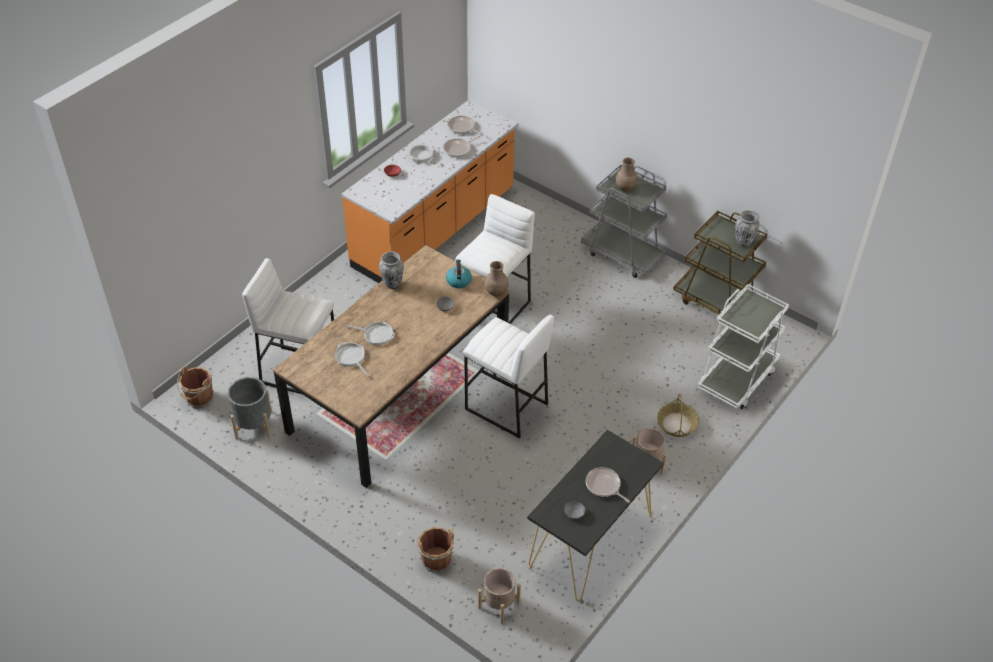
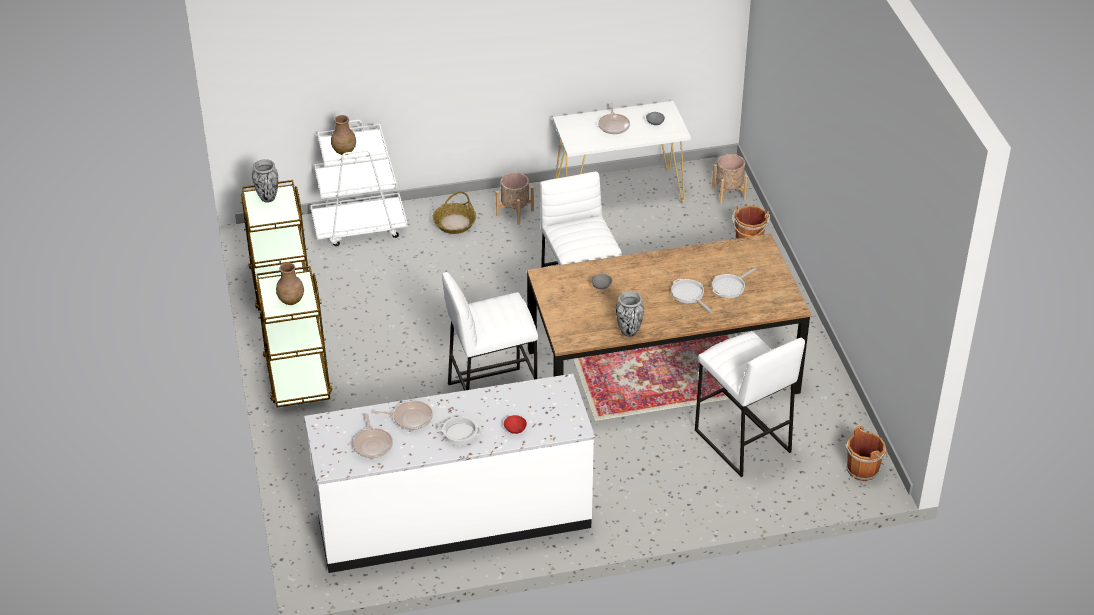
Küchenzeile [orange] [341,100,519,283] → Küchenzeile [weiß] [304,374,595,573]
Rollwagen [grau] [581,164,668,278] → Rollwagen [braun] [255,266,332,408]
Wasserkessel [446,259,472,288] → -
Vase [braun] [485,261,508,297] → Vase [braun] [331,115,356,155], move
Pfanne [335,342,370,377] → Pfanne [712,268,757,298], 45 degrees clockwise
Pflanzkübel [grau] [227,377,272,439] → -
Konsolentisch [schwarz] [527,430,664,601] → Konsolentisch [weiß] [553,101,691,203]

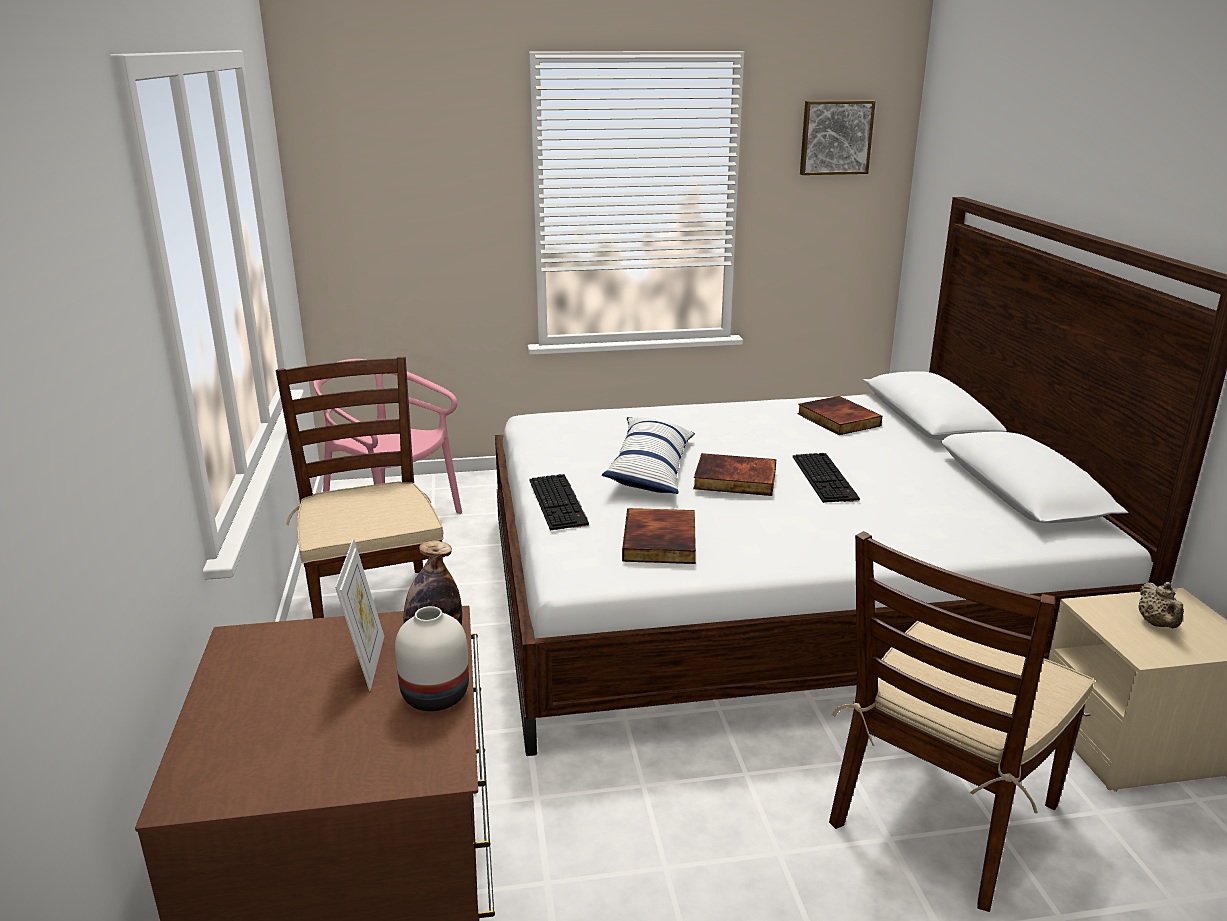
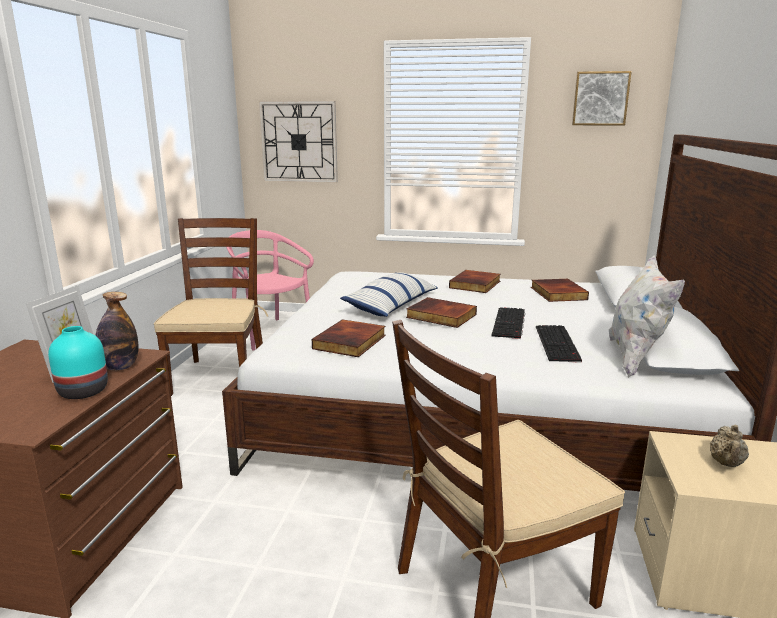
Tastatur [529,474,589,530] → Tastatur [536,325,582,363], move
Vase [weiß] [395,606,469,711] → Vase [türkis] [48,326,108,399]
- → Wanduhr [259,101,338,183]
- → Kissen [weiß] [609,255,685,378]
- → Buch [449,270,501,293]

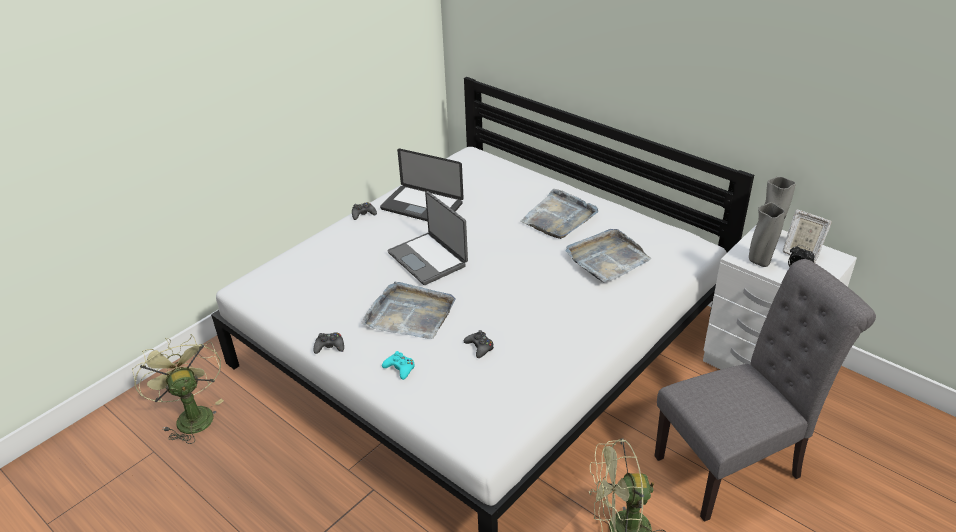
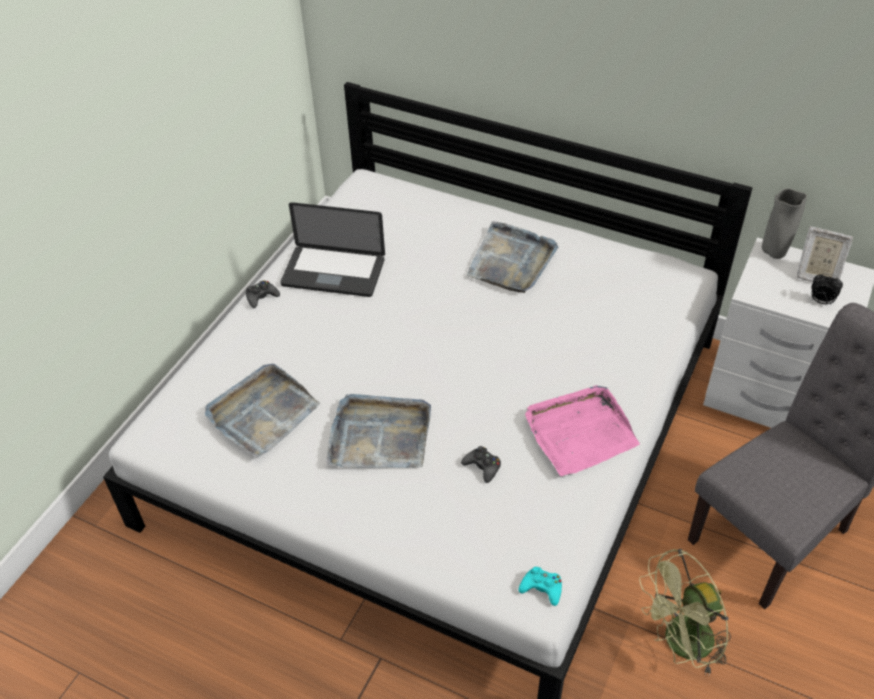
Laptop [387,191,468,285] → -
Vase [grau] [749,202,785,267] → -
Tablett [grau] [566,229,651,282] → Tablett [grau] [205,364,320,458], move
Gamepad [schwarz] [314,332,344,354] → -
Ventilator [grün] [132,334,224,444] → -
Gamepad [türkis] [382,351,415,380] → Gamepad [türkis] [519,567,562,606], move
- → Tablett [rosa] [525,385,640,476]

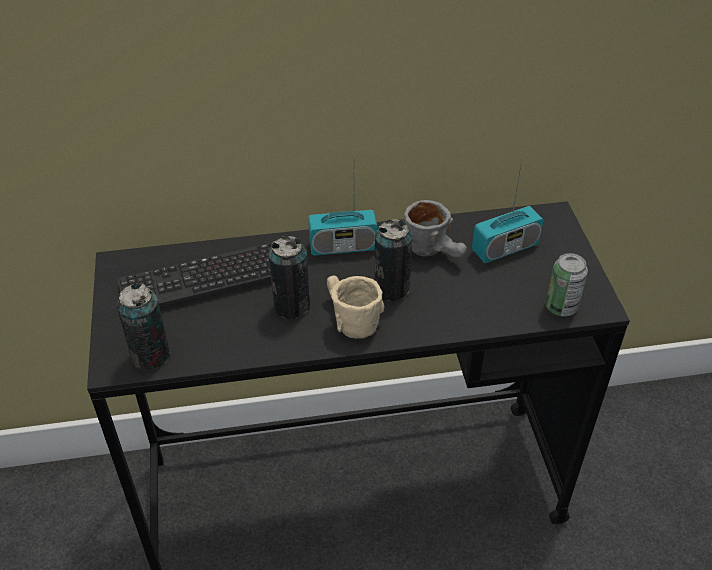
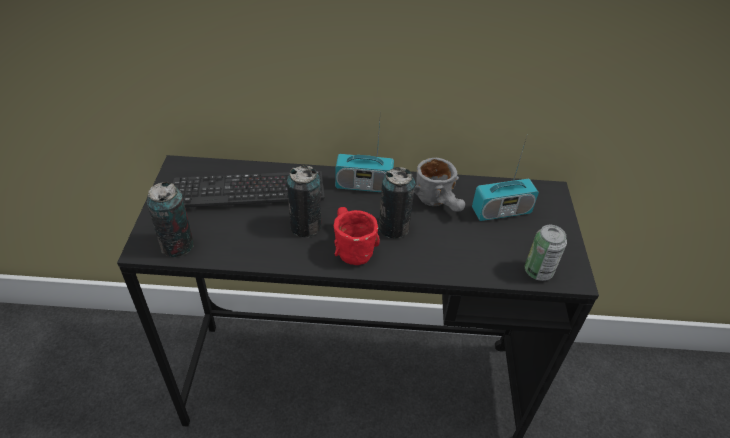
Henkelbecher [beige] [327,276,384,339] → Henkelbecher [rot] [334,207,380,265]

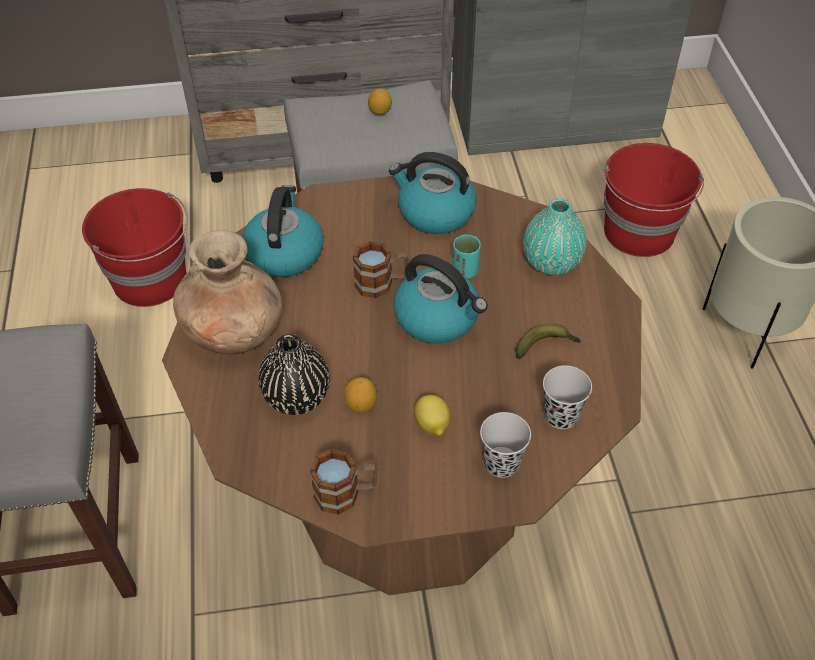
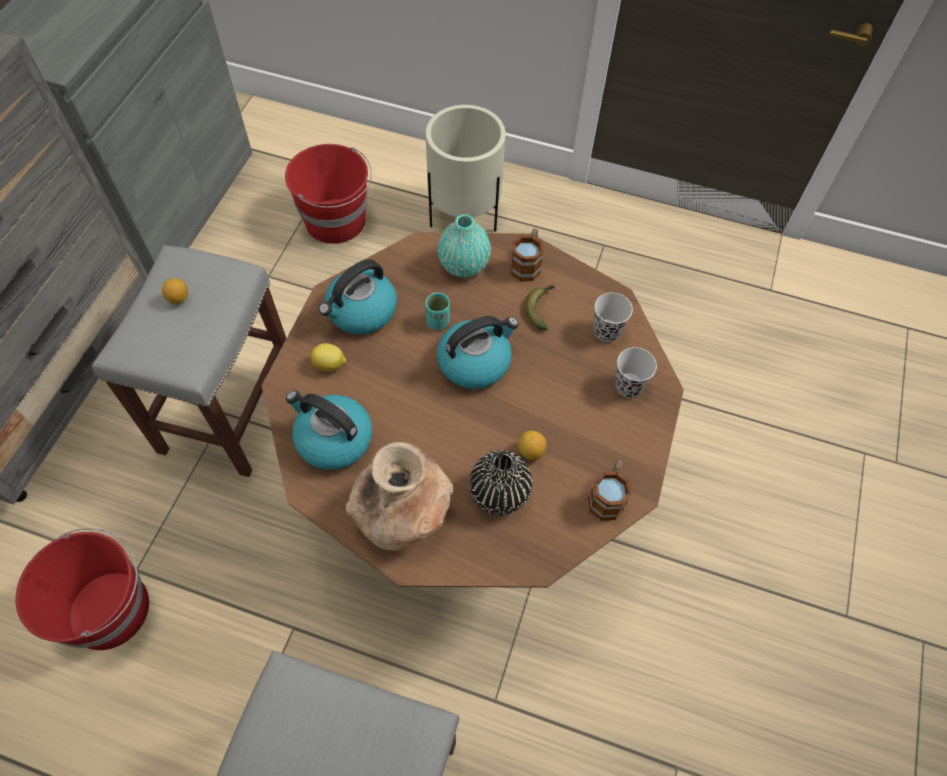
Henkelbecher [353,241,409,298] → Henkelbecher [510,229,543,282], move
Zitrone [414,395,450,436] → Zitrone [310,343,346,372], move

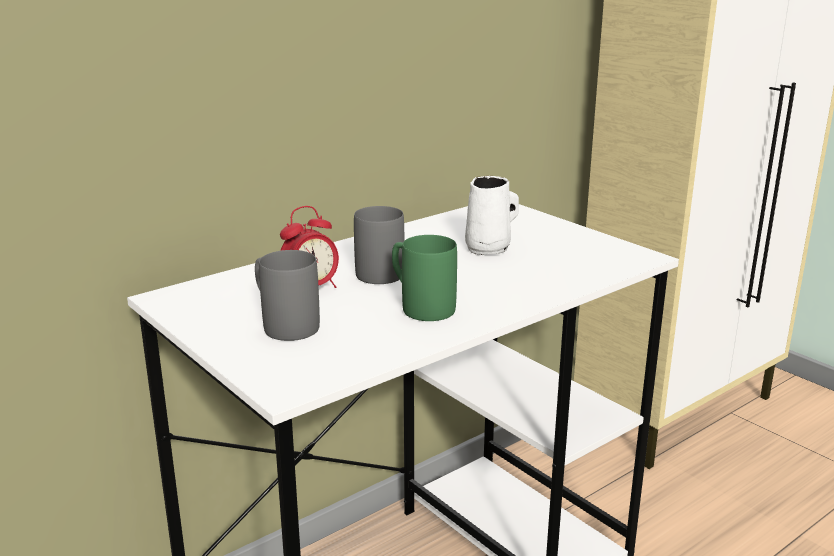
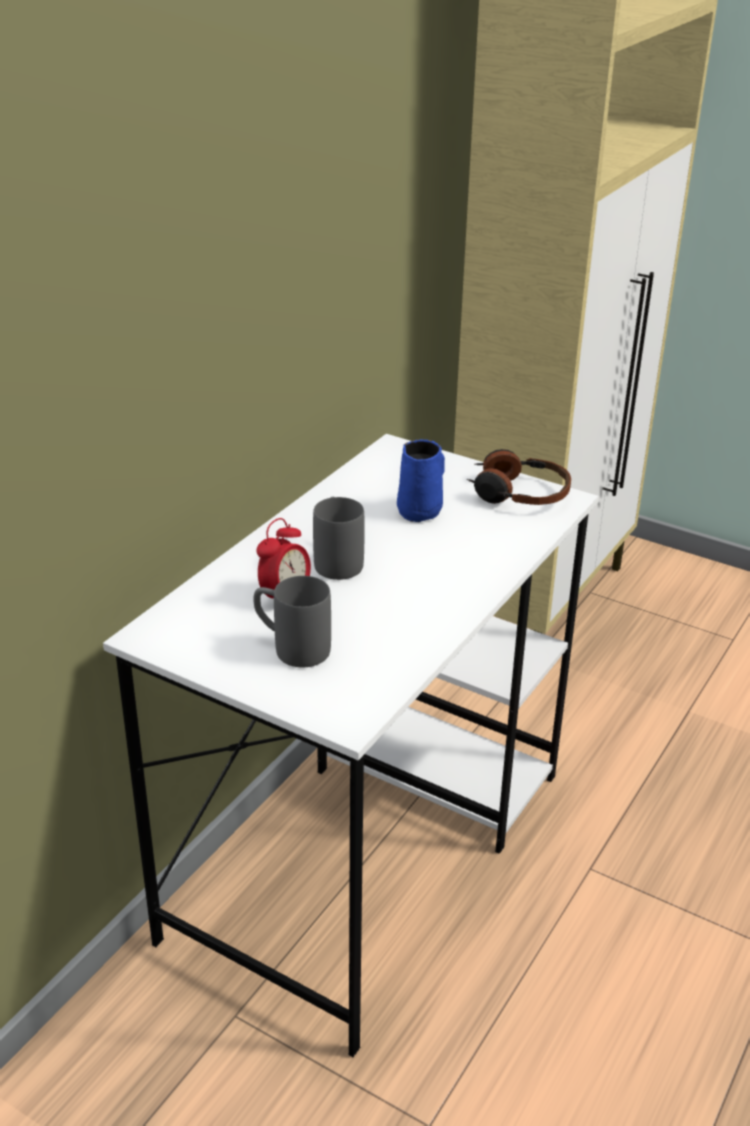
Henkelbecher [weiß] [465,176,519,255] → Henkelbecher [blau] [397,439,445,522]
Henkelbecher [grün] [392,235,457,321] → -
- → Kopfhörer [467,449,571,505]

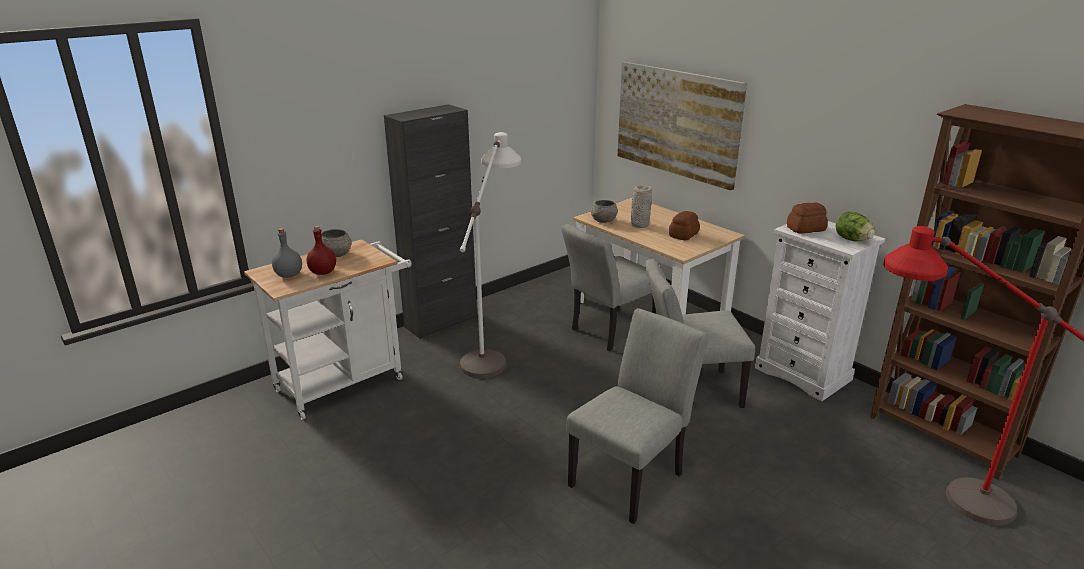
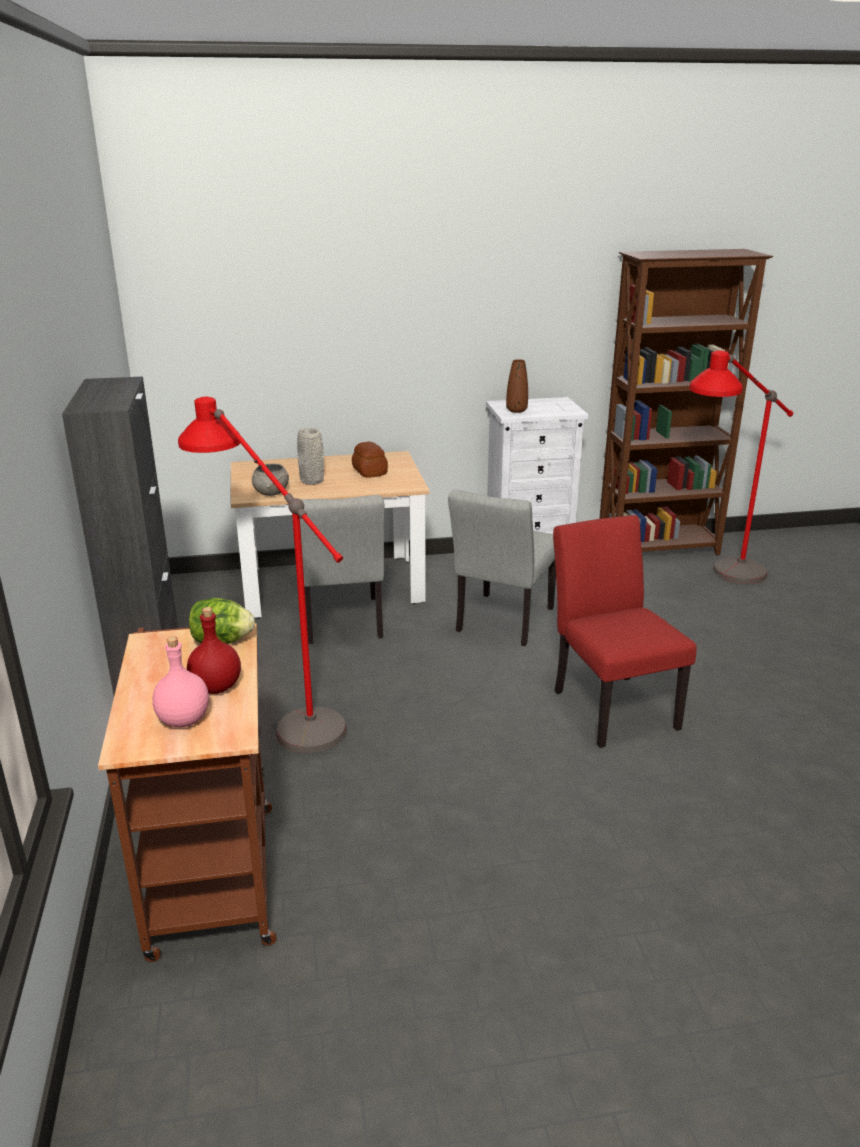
Bild [618,61,747,191] → -
Stehlampe [weiß] [459,132,521,378] → Stehlampe [rot] [178,397,347,753]
Brot [787,202,828,234] → Vase [braun] [506,359,528,413]
Salatkopf [836,212,875,241] → Salatkopf [189,598,255,644], move
Flasche [grau] [272,228,302,278] → Flasche [rosa] [153,637,209,727]
Schüssel [grau] [321,229,352,257] → -
Rollwagen [weiß] [244,239,412,420] → Rollwagen [braun] [98,623,276,962]
Stuhl [grau] [566,308,709,524] → Stuhl [rot] [553,515,697,748]

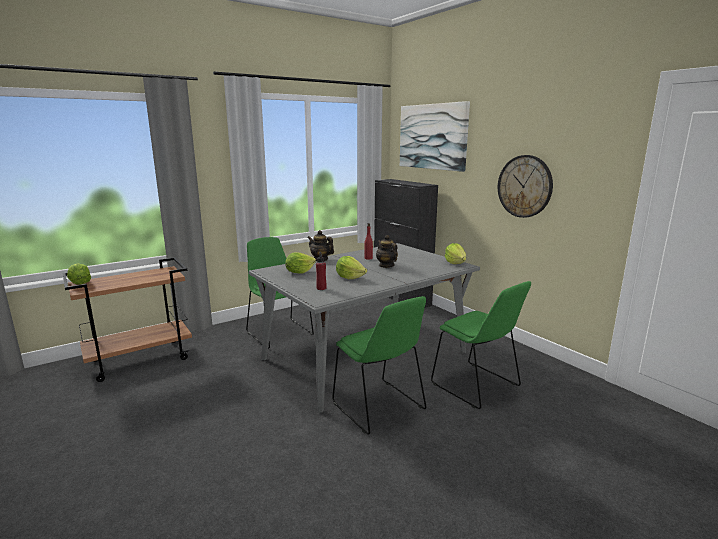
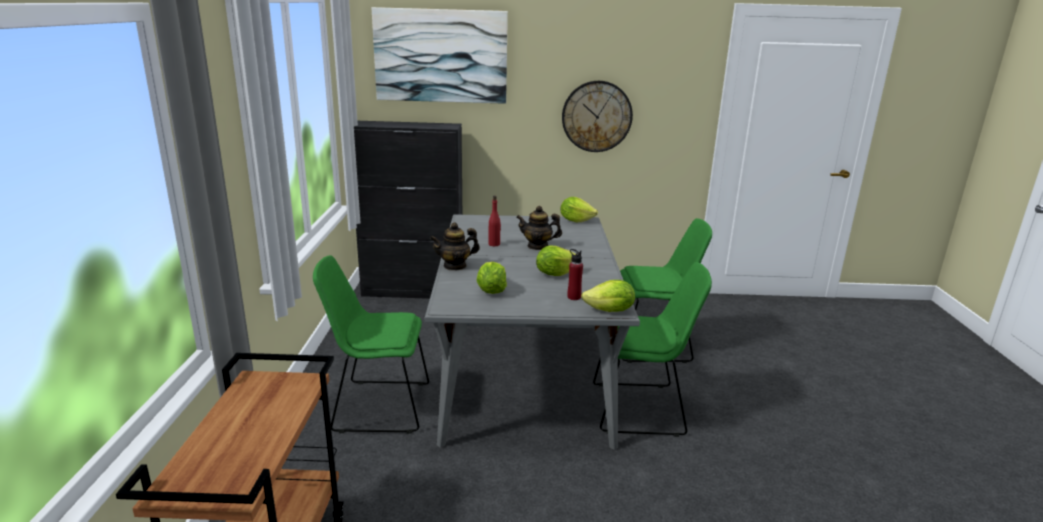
Salatkopf [67,263,91,284] → Salatkopf [581,280,635,312], move

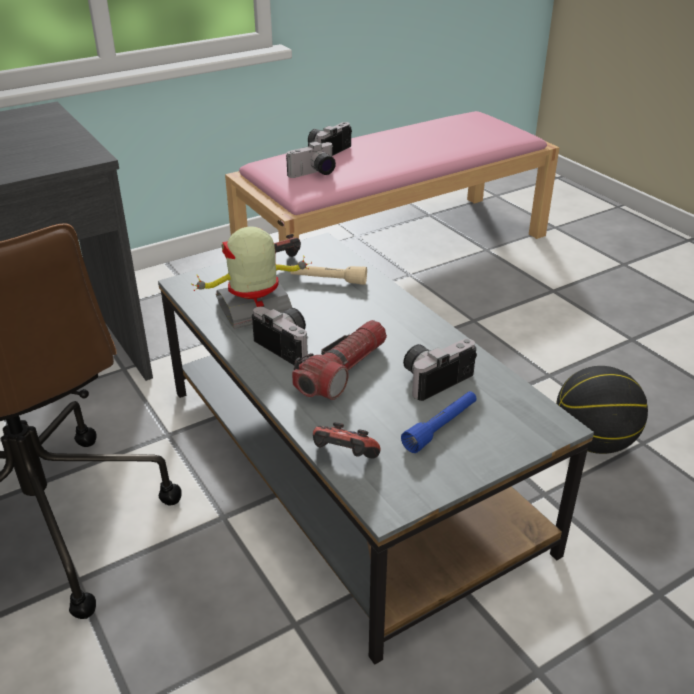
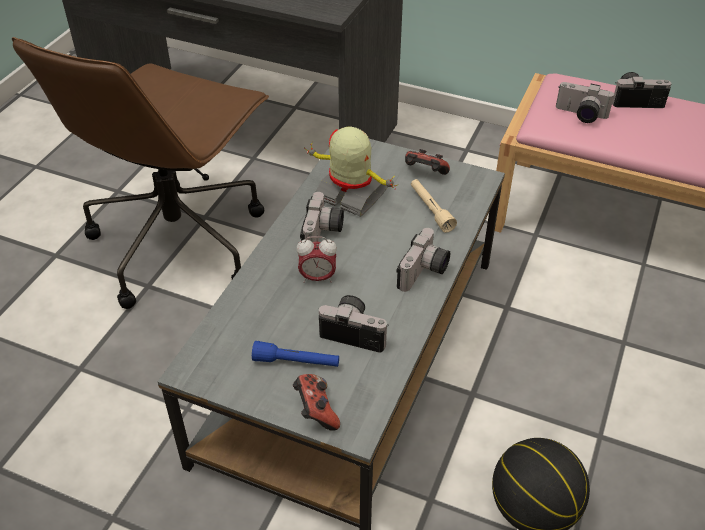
Taschenlampe [292,320,387,400] → Wecker [296,237,337,283]
Gamepad [313,422,380,459] → Gamepad [293,374,340,431], move
- → Kamera [396,228,450,292]

